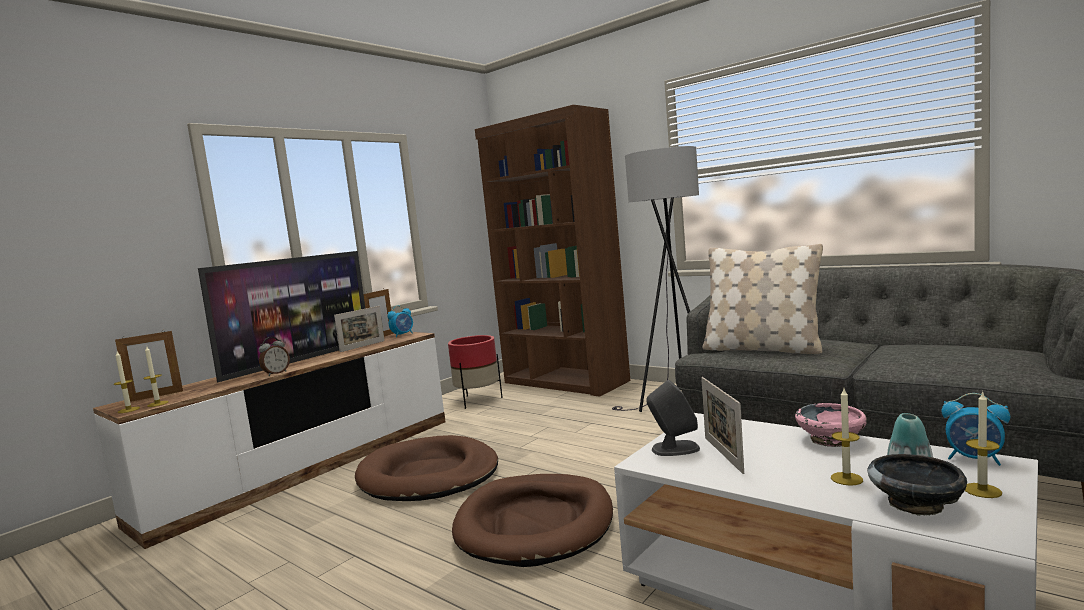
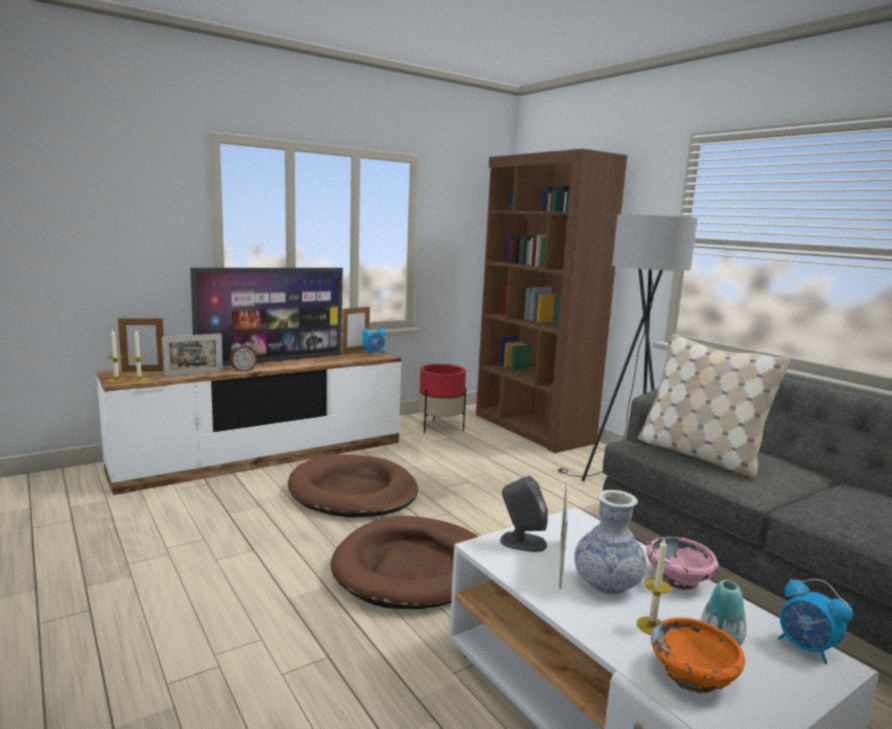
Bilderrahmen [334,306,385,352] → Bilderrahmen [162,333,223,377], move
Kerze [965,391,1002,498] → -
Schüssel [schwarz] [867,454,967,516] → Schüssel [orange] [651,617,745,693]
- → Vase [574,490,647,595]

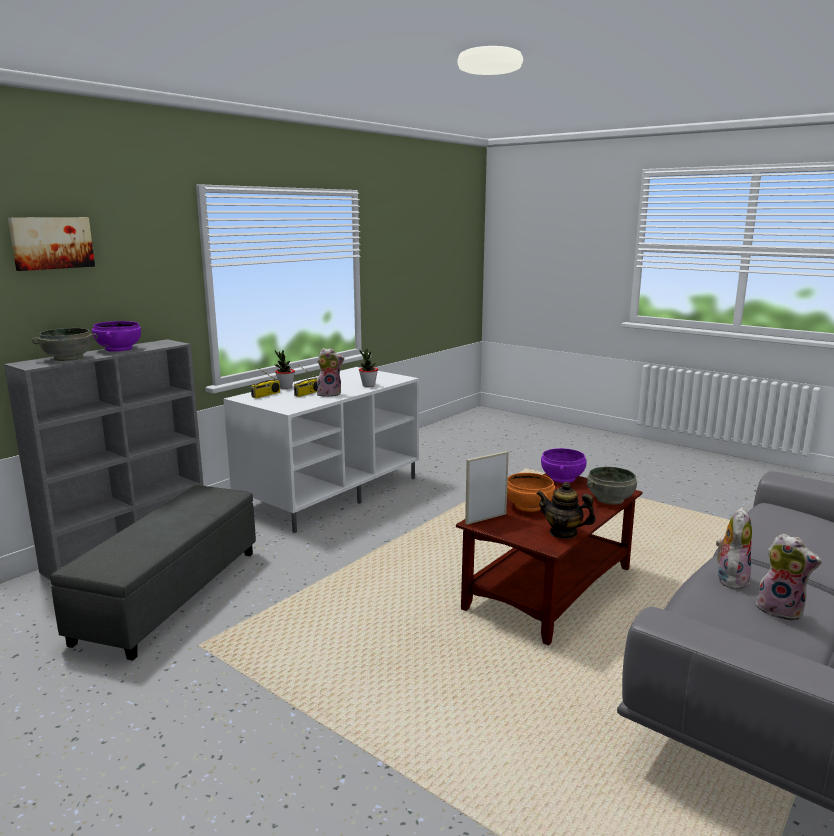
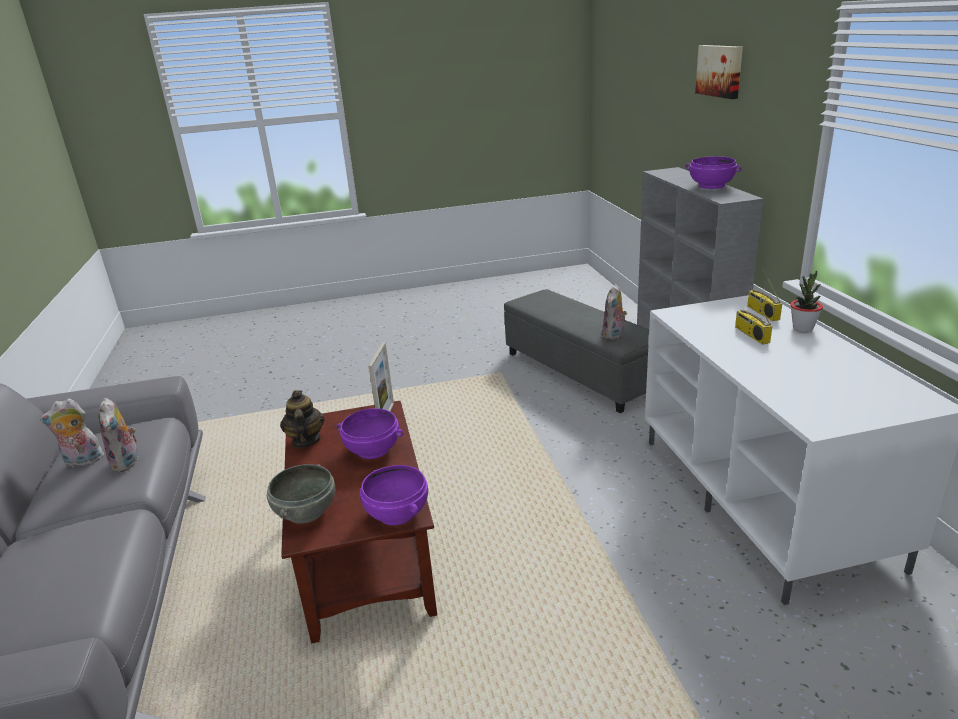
Schüssel [grau] [32,328,98,361] → -
Plüschtier [317,348,344,397] → Plüschtier [602,284,627,340], move
Topfpflanze [359,349,378,387] → -
Schüssel [orange] [507,473,555,512] → Schüssel [lila] [337,408,403,459]
Teekanne [537,482,596,539] → Teekanne [280,390,325,448], 75 degrees counterclockwise

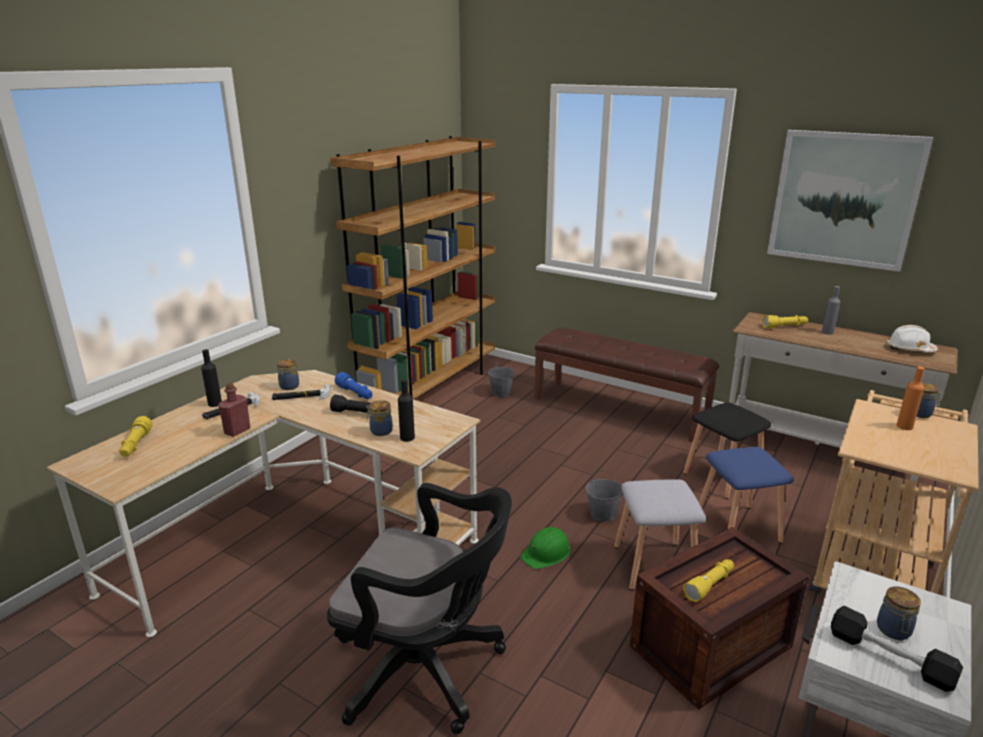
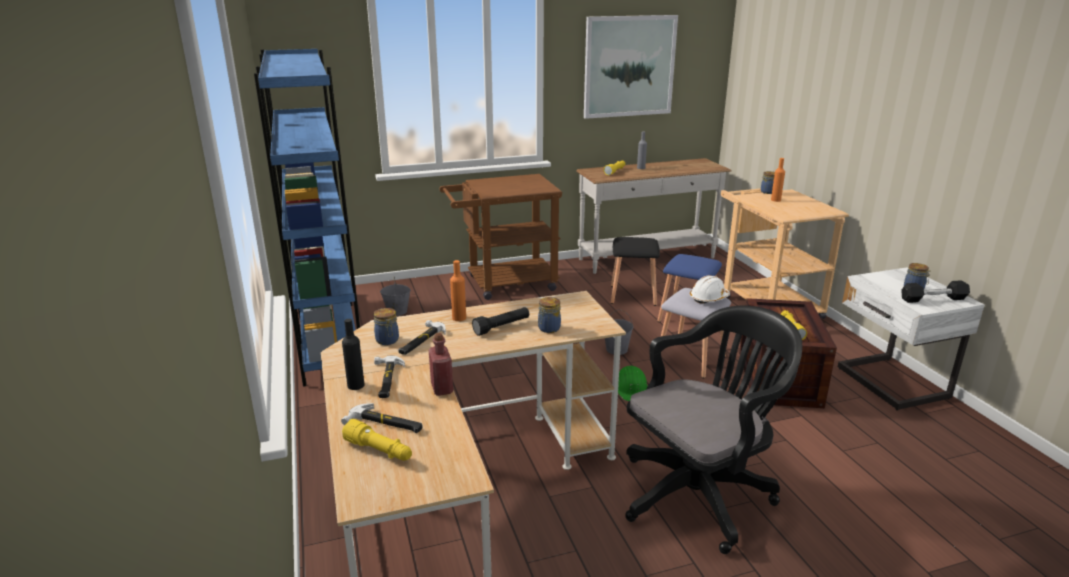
Bücherregal [braun] [330,136,495,399] → Bücherregal [blau] [254,49,360,387]
Schutzhelm [weiß] [886,325,938,352] → Schutzhelm [weiß] [690,275,730,304], move
Bank [braun] [535,328,719,442] → Rollwagen [braun] [440,174,562,300]
Taschenlampe [blau] [335,372,373,399] → Flasche [orange] [450,260,466,321]
Flasche [schwarz] [398,379,415,442] → -
- → Hammer [341,403,423,433]

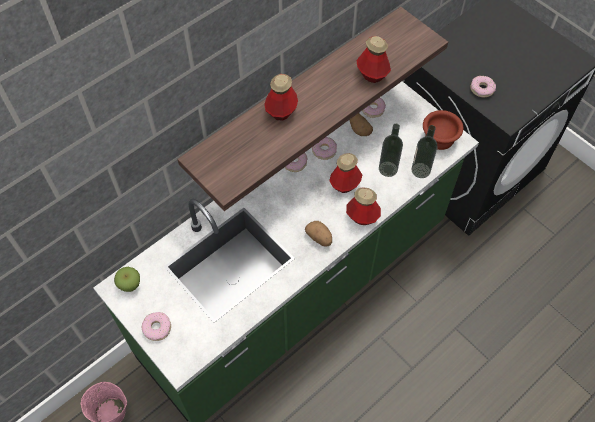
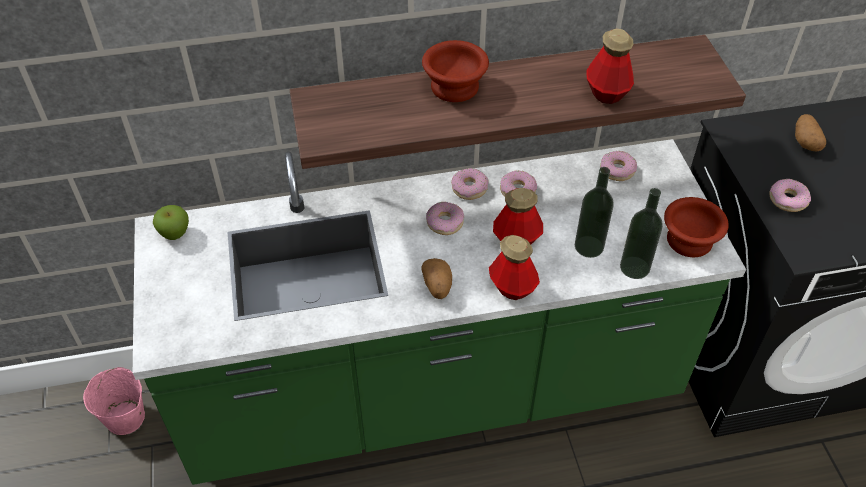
Flasche [264,74,298,121] → Schüssel [braun] [422,40,489,102]
Kartoffel [349,113,373,136] → Kartoffel [795,114,826,151], move
Donut [141,312,171,341] → Donut [426,202,464,235], move

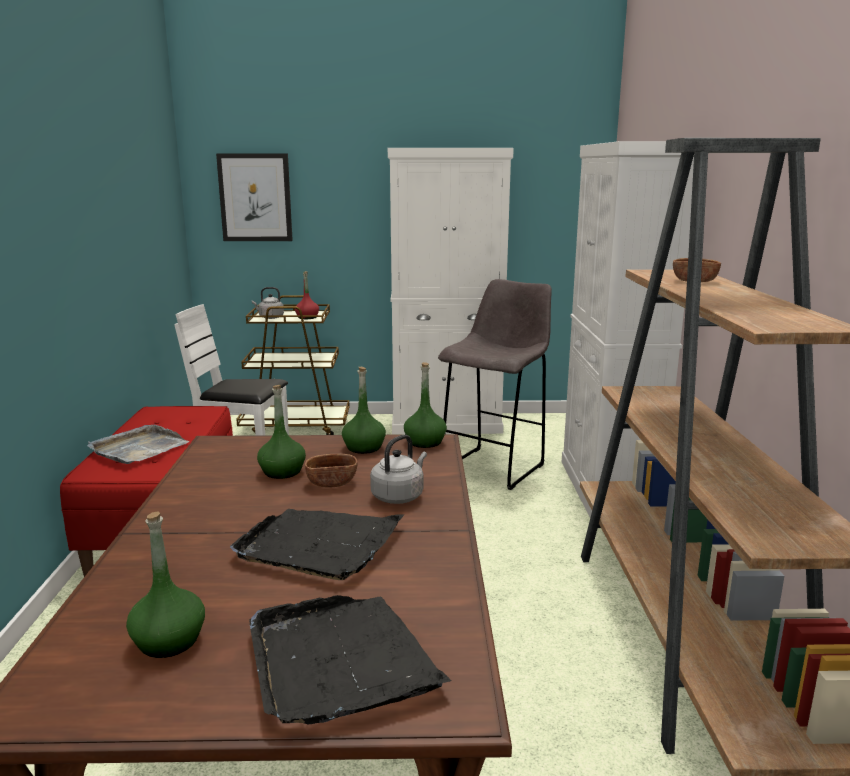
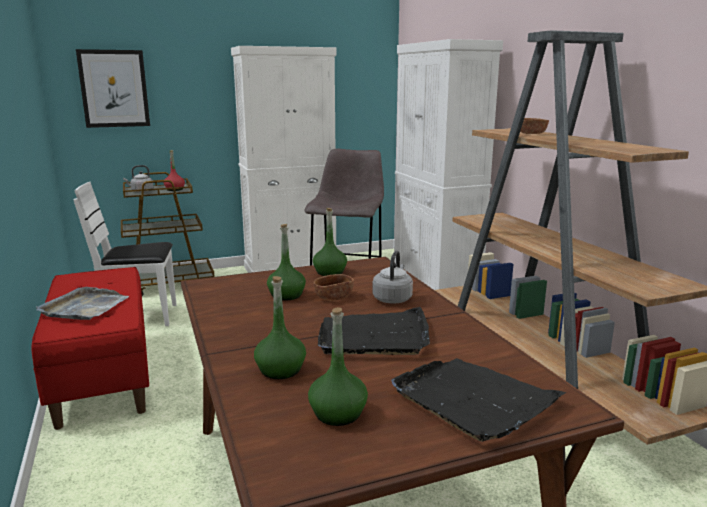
Flasche [grün] [404,362,447,448] → Flasche [grün] [254,276,306,379], move

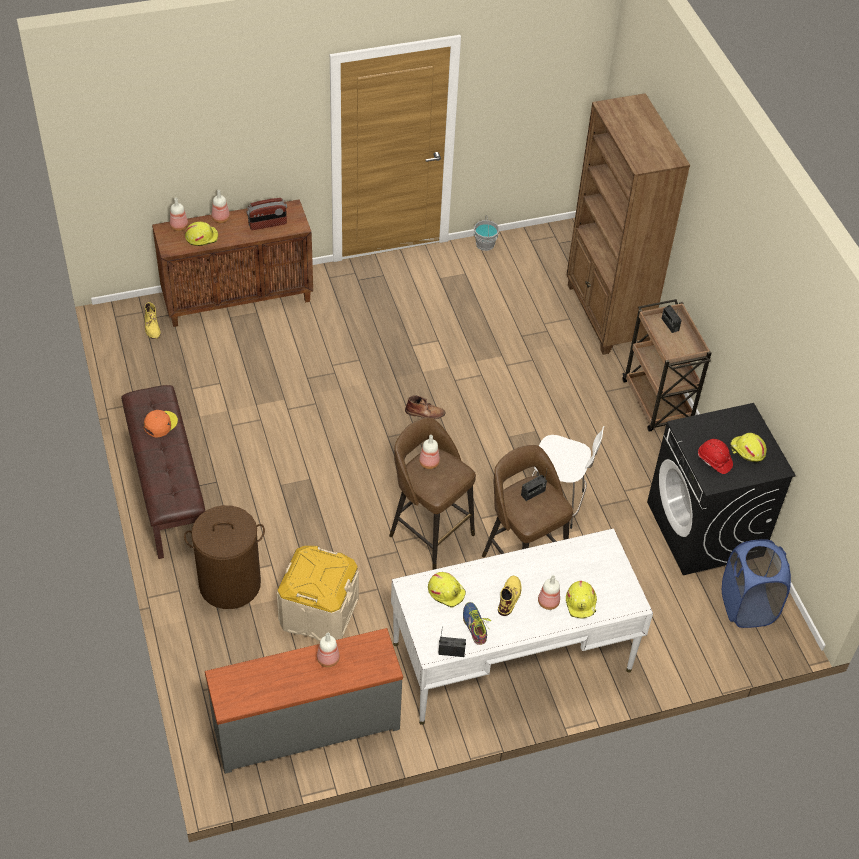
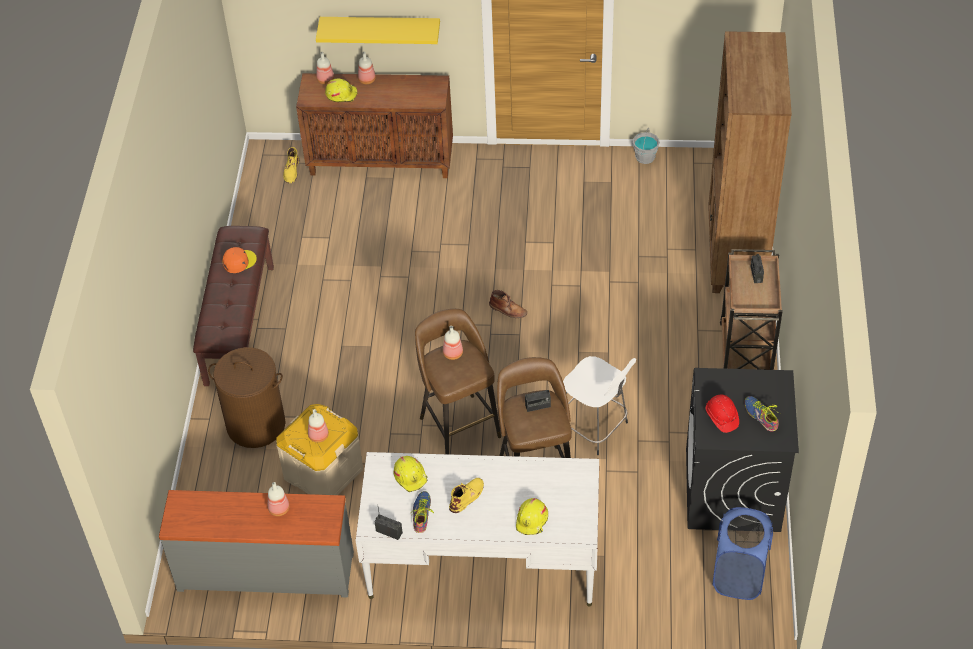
Radio [246,198,287,230] → -
Schutzhelm [gelb] [730,433,767,462] → Schuh [745,396,780,432]
Flasche [538,575,560,610] → Flasche [308,409,329,443], move
- → Wandregal [gelb] [316,17,440,44]

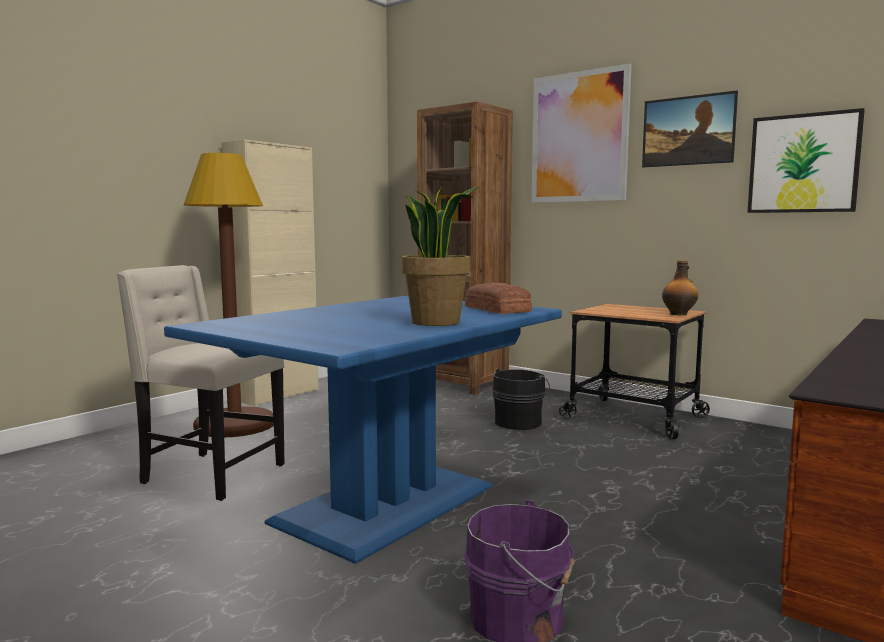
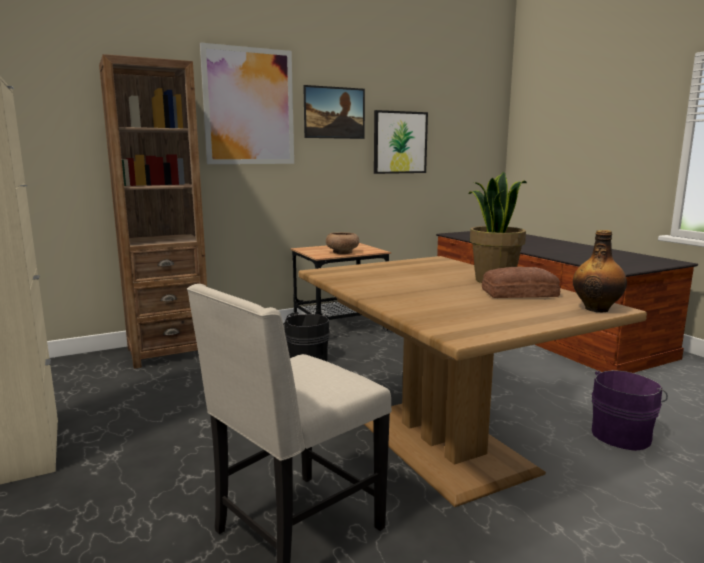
Stehlampe [braun] [184,153,274,437] → -
Flasche [662,260,698,315] → Flasche [573,230,627,312], move
Brot [465,282,532,314] → Brot [482,267,560,298], move
Esstisch [blau] [164,296,562,564] → Esstisch [braun] [299,256,647,507]
- → Schüssel [braun] [326,232,359,254]

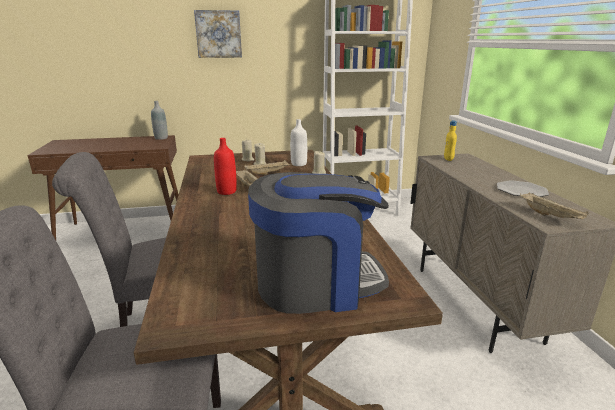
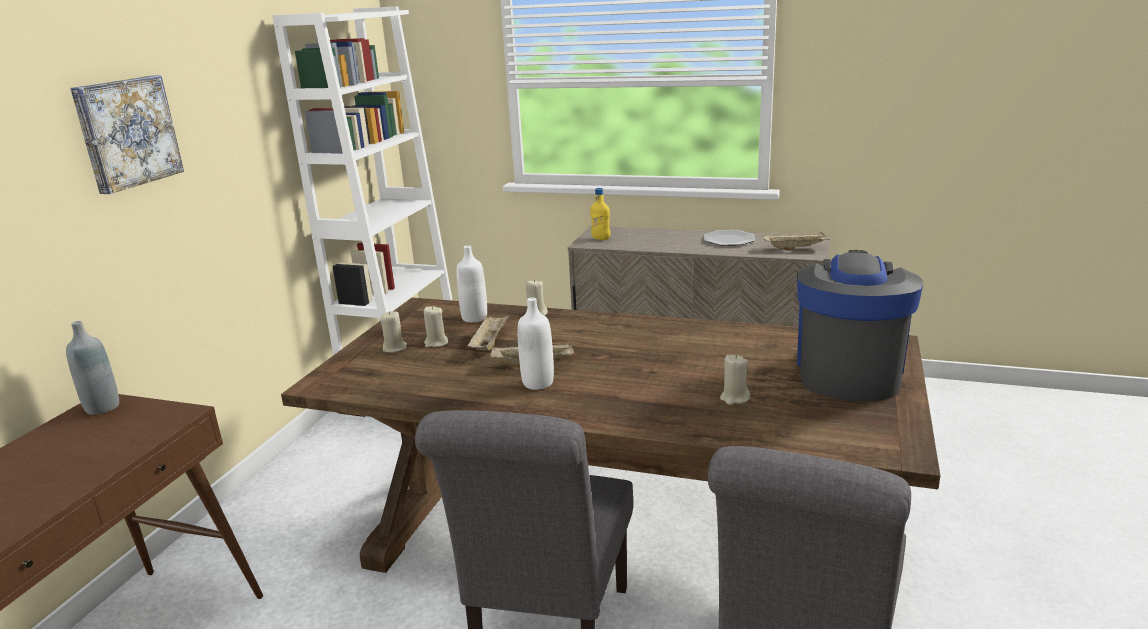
Flasche [rot] [214,138,237,195] → Flasche [weiß] [518,297,554,390]
- → Kerze [beige] [720,355,750,405]

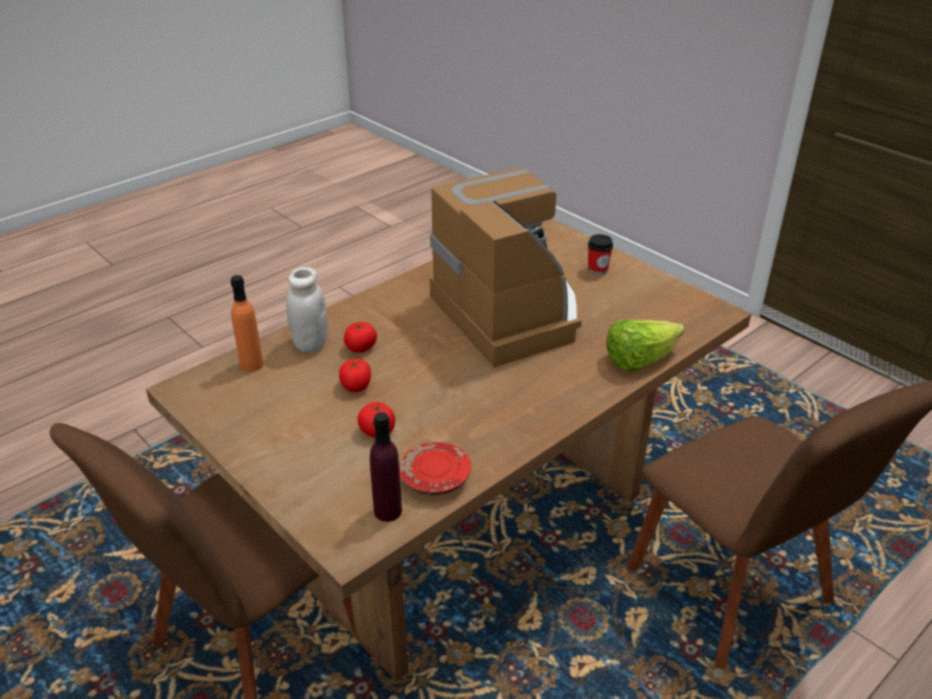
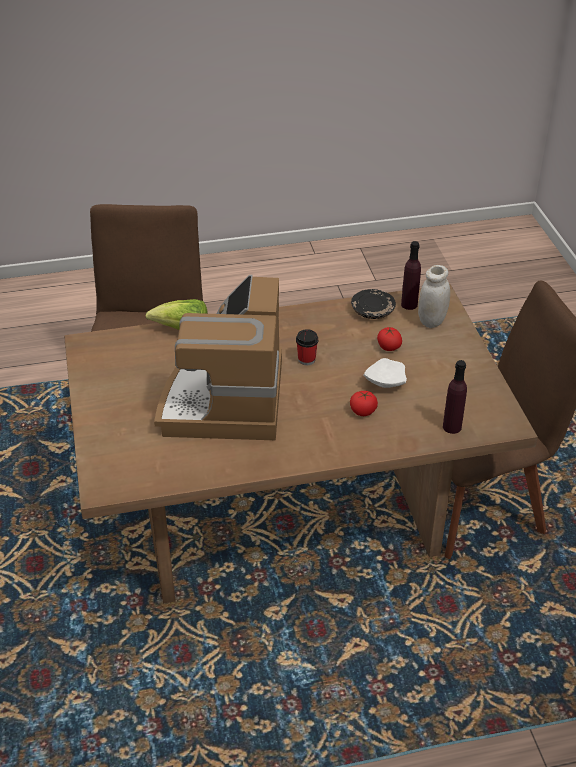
Tasse [588,234,613,275] → Tasse [296,329,318,365], move
Vorratsglas [weiß] [286,267,328,352] → Vorratsglas [weiß] [418,265,450,328], move
Flasche [orange] [230,275,264,372] → Flasche [lila] [443,360,467,434]
Tomate [339,359,371,392] → Teller [weiß] [364,358,407,388]
Teller [rot] [399,442,471,495] → Teller [schwarz] [351,289,396,319]

